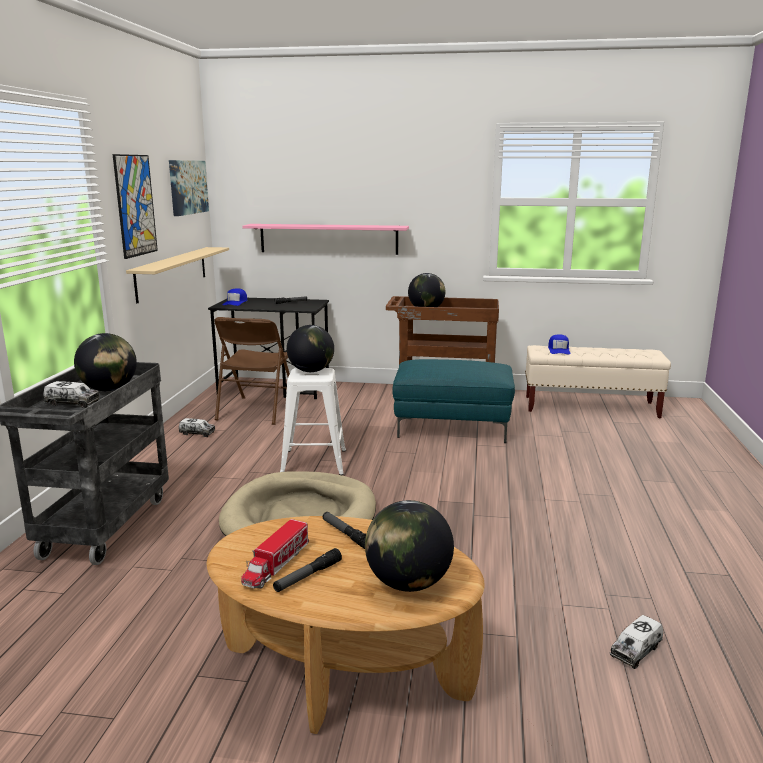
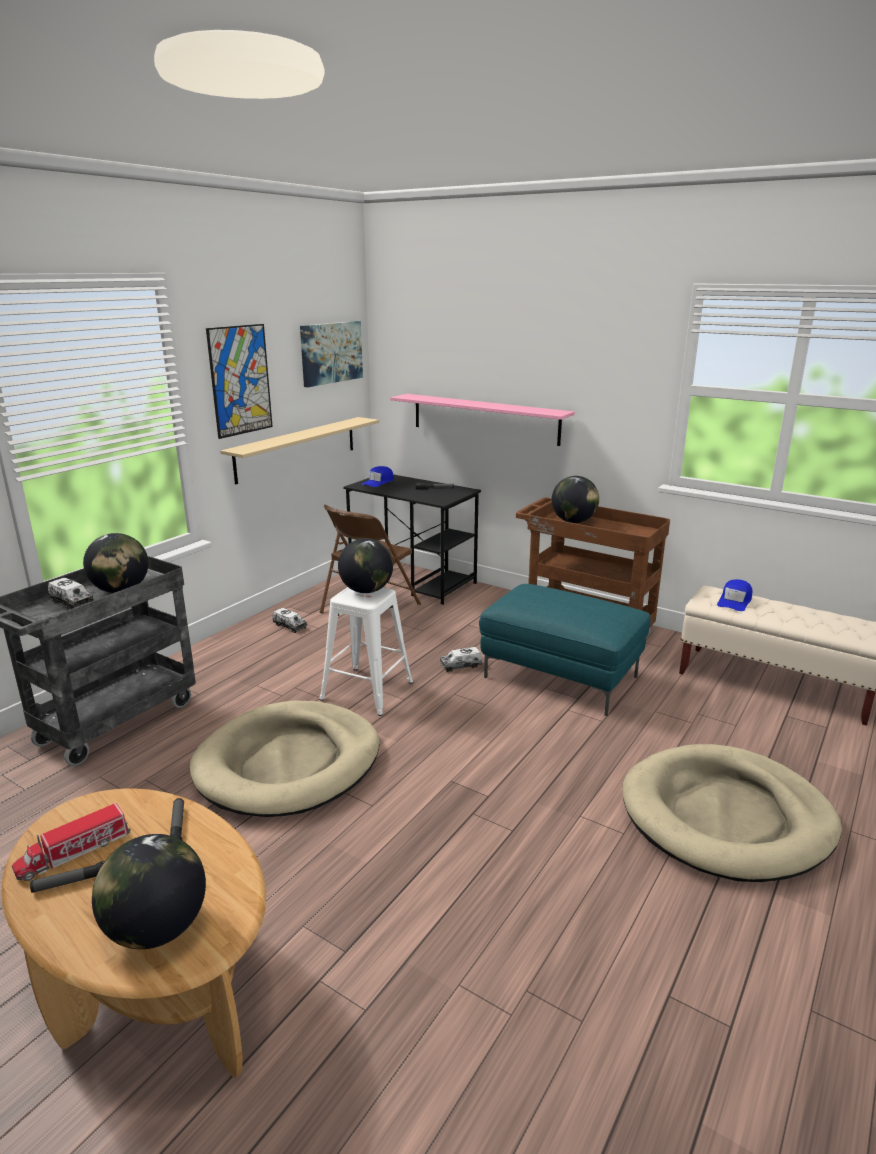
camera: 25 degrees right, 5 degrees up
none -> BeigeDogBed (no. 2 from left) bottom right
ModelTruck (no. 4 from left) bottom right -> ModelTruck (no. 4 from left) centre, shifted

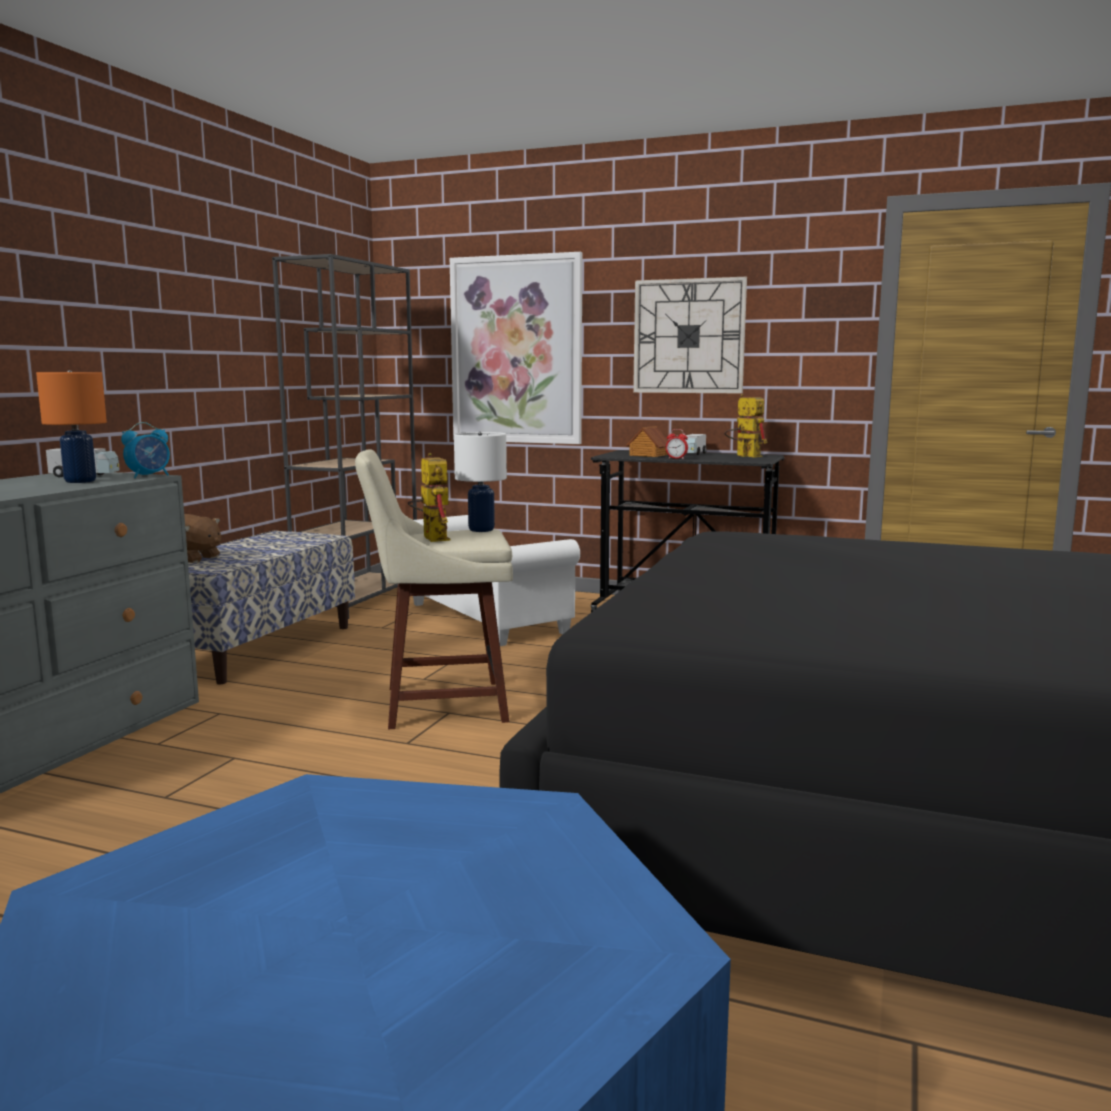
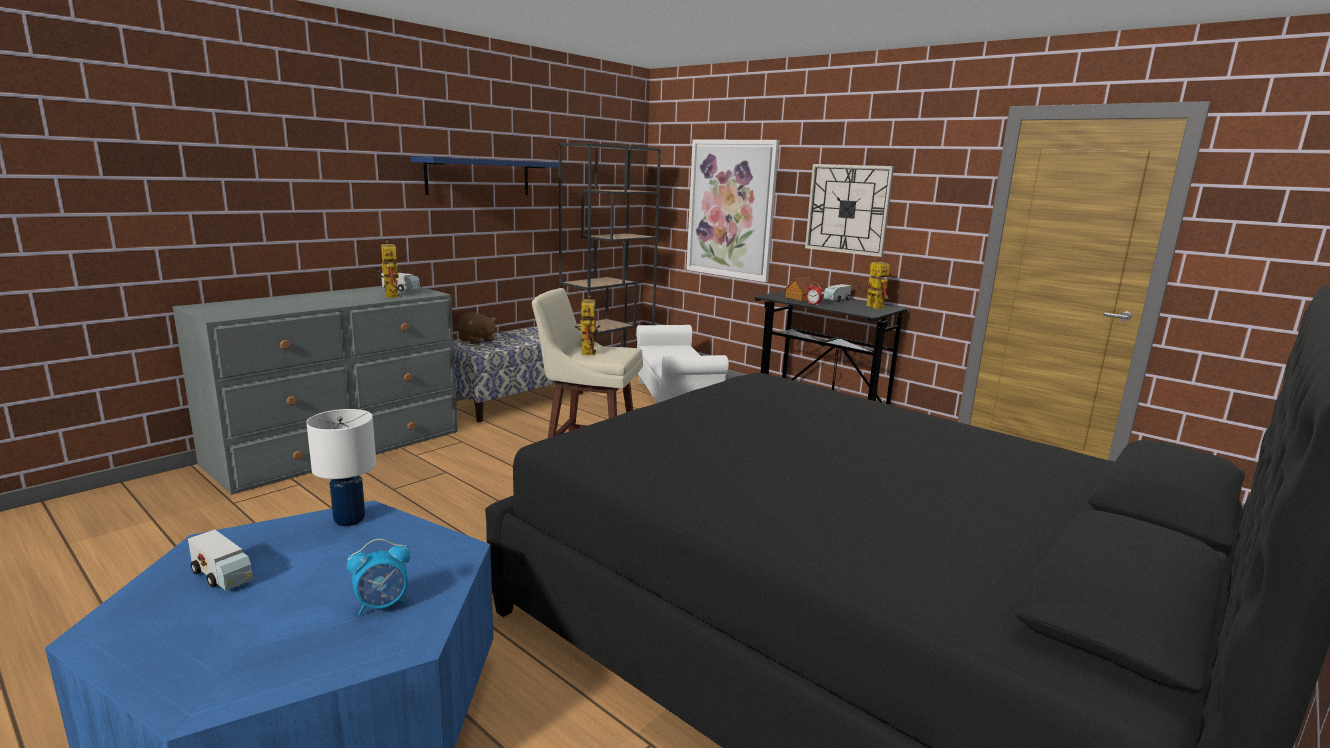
camera: 20 degrees right, 5 degrees up
none -> ModelTruck (no. 1 from left) bottom left
none -> BluishShelf top centre
BedsideClock (no. 1 from left) middle left -> BedsideClock (no. 1 from left) bottom left, shifted
WhiteTableLamp centre -> WhiteTableLamp middle left, shifted
OrangeyTableLamp middle left -> RobotFigure (no. 1 from left) middle left

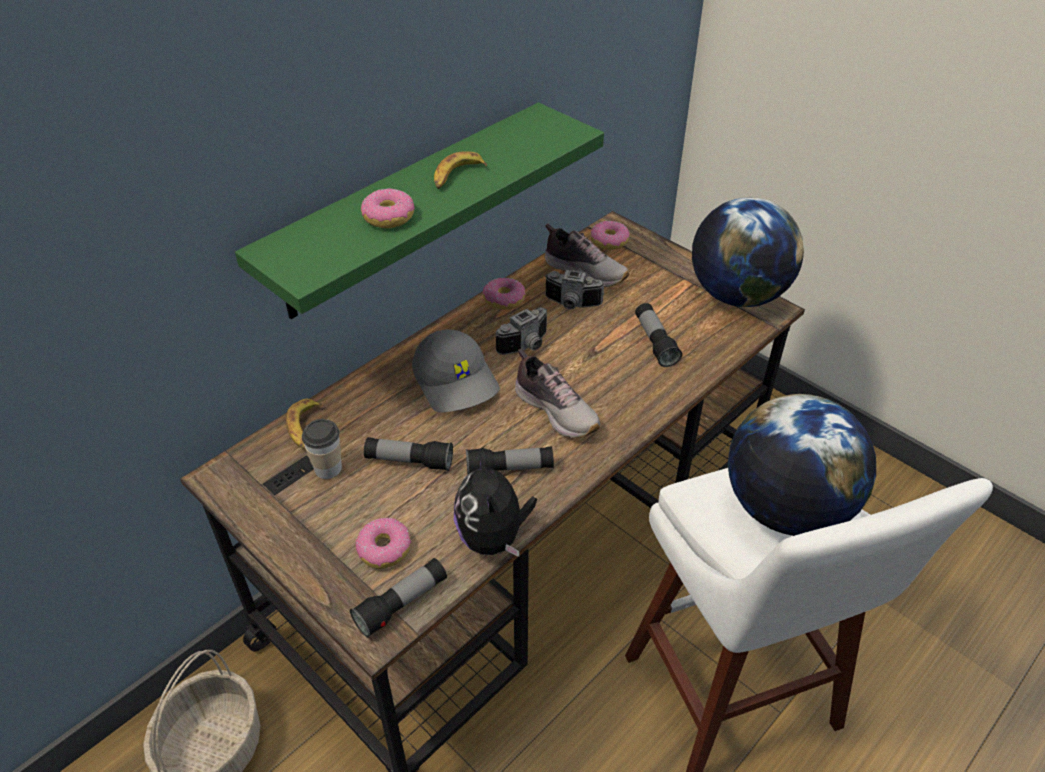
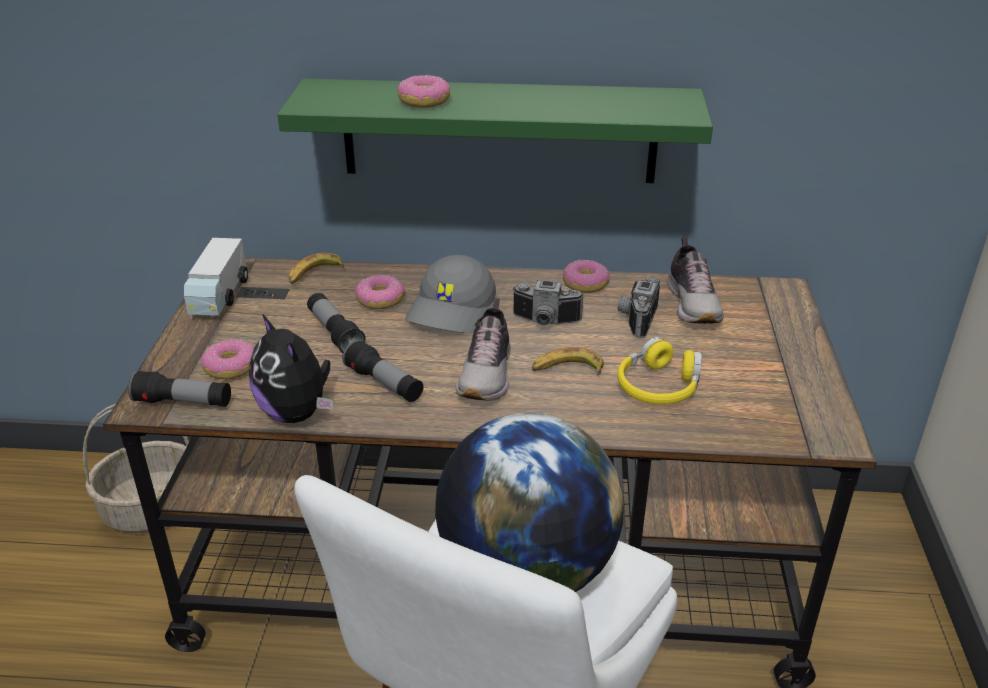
camera: 50 degrees right, 10 degrees down
SmallCup middle left -> none
DeskGlobe (no. 1 from left) top right -> none
none -> ModelTruck middle left
Banana (no. 2 from left) top centre -> Banana (no. 2 from left) centre, shifted
RingDoughnut (no. 4 from left in the first image) top centre -> RingDoughnut (no. 2 from left) centre, shifted
Torch (no. 4 from left) centre -> YellowColouredHeadset middle right
CuddlyToy centre -> CuddlyToy middle left, 75 degrees counterclockwise
StillCamera (no. 2 from left) centre, 45 degrees clockwise

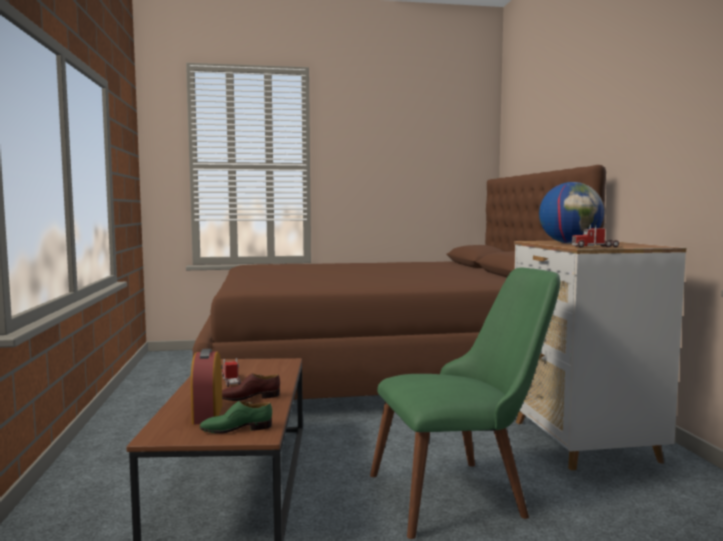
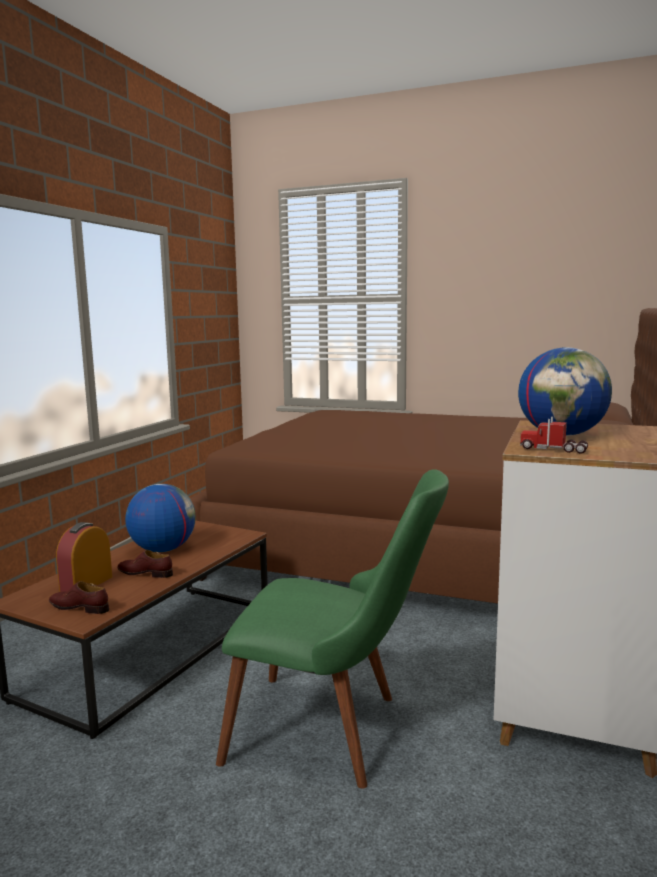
camera: 30 degrees right, 5 degrees up
ModelTruck (no. 1 from left) bottom left -> DeskGlobe (no. 1 from left) middle left
GreenColouredShoe bottom left -> BrownShoe (no. 1 from left) bottom left

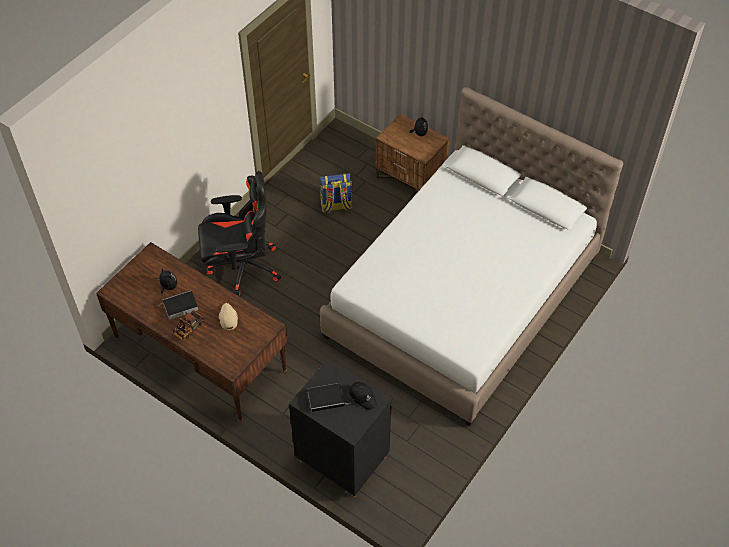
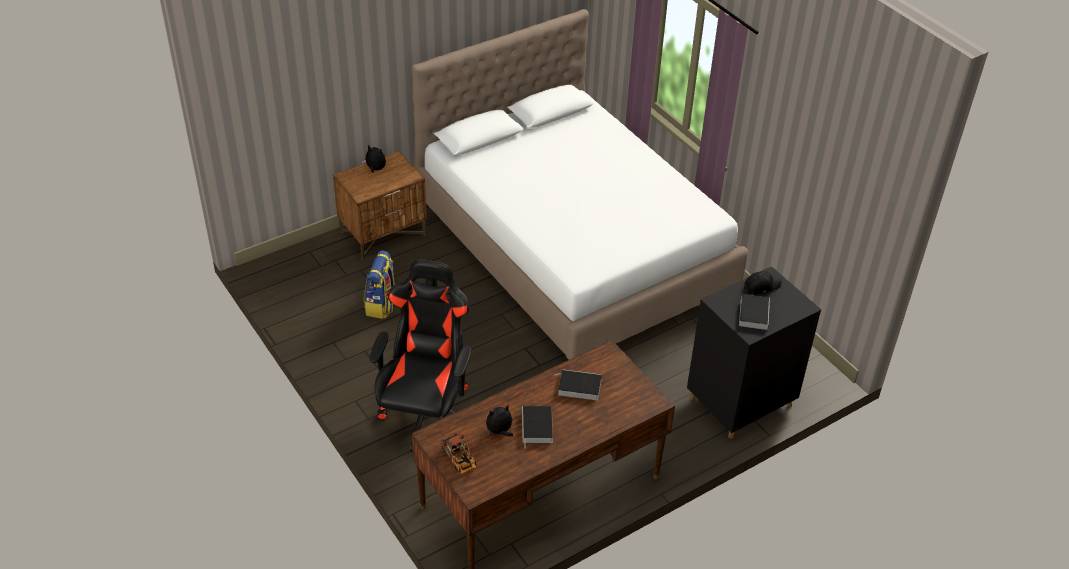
camera: 70 degrees left, 10 degrees down
ModelTruck middle left -> ModelTruck bottom centre, shifted
BeigeBaseballCap middle left -> BoundBook (no. 2 from left) bottom centre

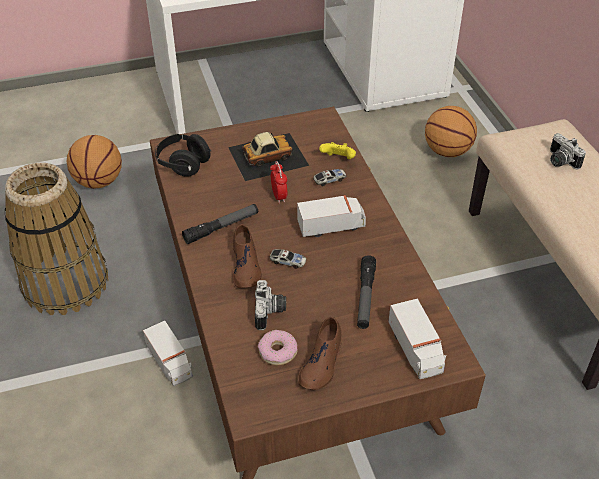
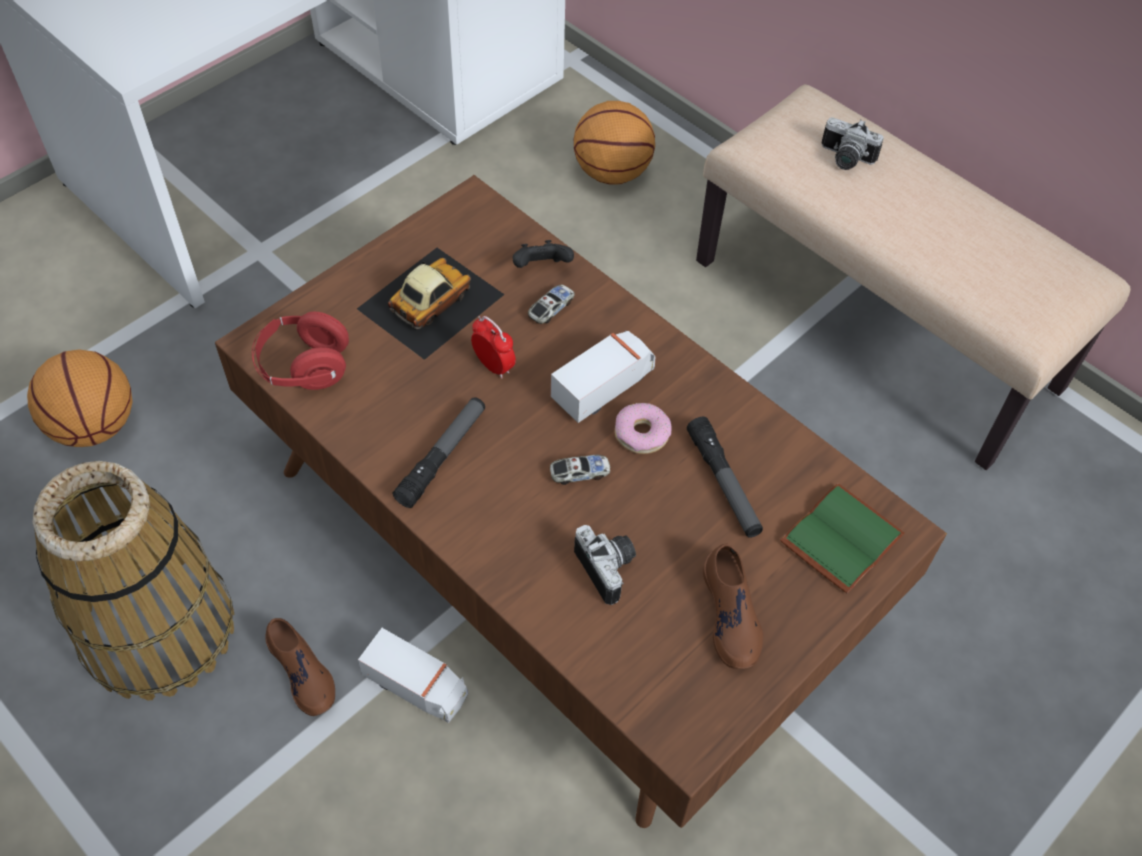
camera: 30 degrees left, 10 degrees up
BrownShoe (no. 1 from left) centre -> BrownShoe (no. 1 from left) bottom left, shifted
RingDoughnut bottom centre -> RingDoughnut centre, shifted
ModelTruck (no. 3 from left) bottom right -> GreenColouredBoundBook middle right
BlackHeadset top left -> RedHeadset middle left
YellowColouredGameController top centre -> BlackGameController top centre

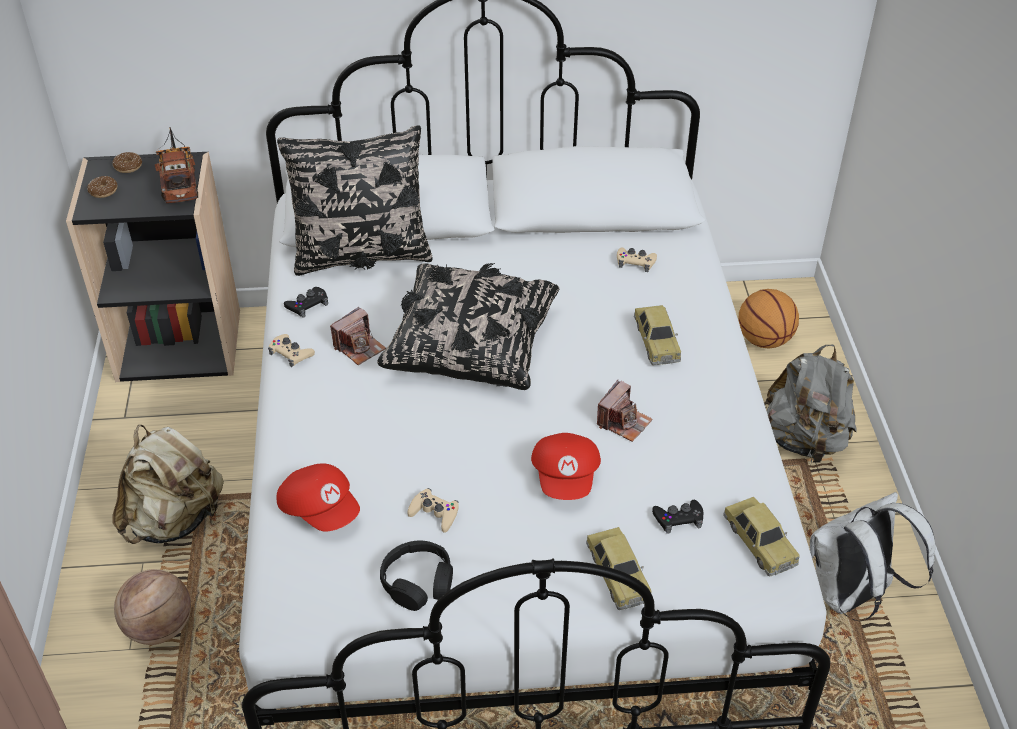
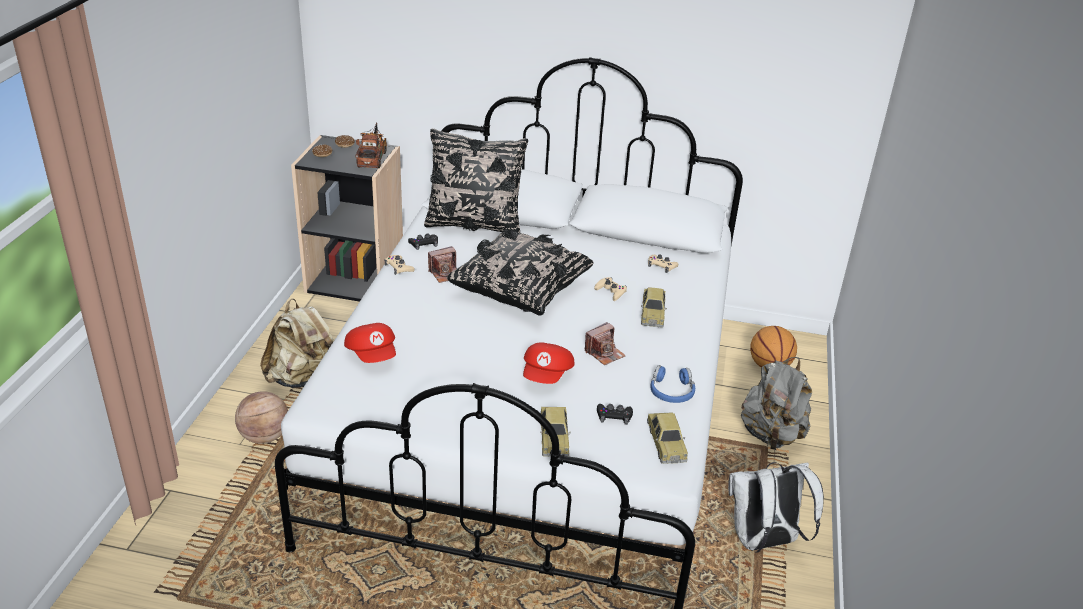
camera: 15 degrees right, 10 degrees down
BlackHeadset bottom centre -> none
none -> BluishHeadset centre
BeigeGameController (no. 2 from left) bottom centre -> BeigeGameController (no. 2 from left) centre, shifted

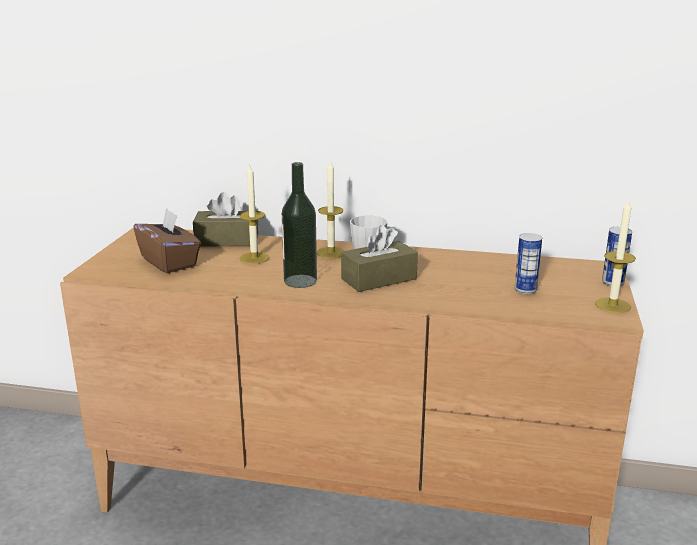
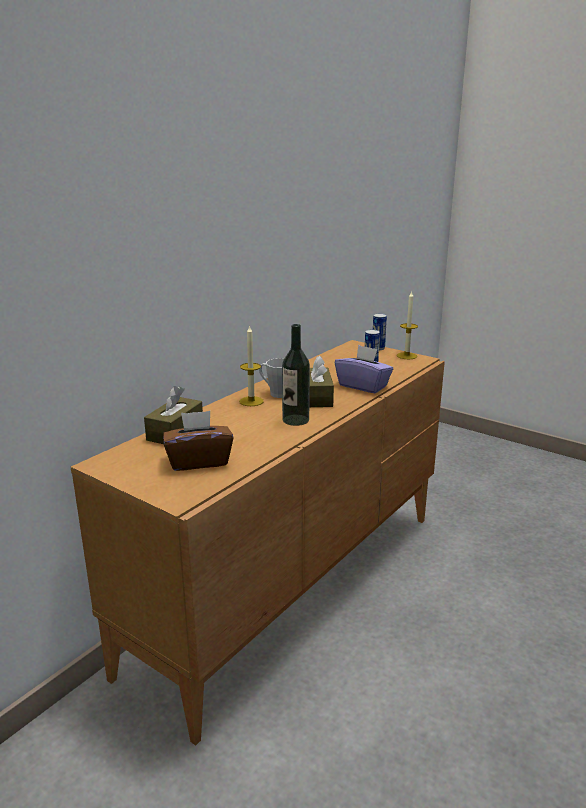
camera: 65 degrees left, 0 degrees up
Candle (no. 1 from left) centre -> none
none -> PurpleColouredBoxOfTissues centre

